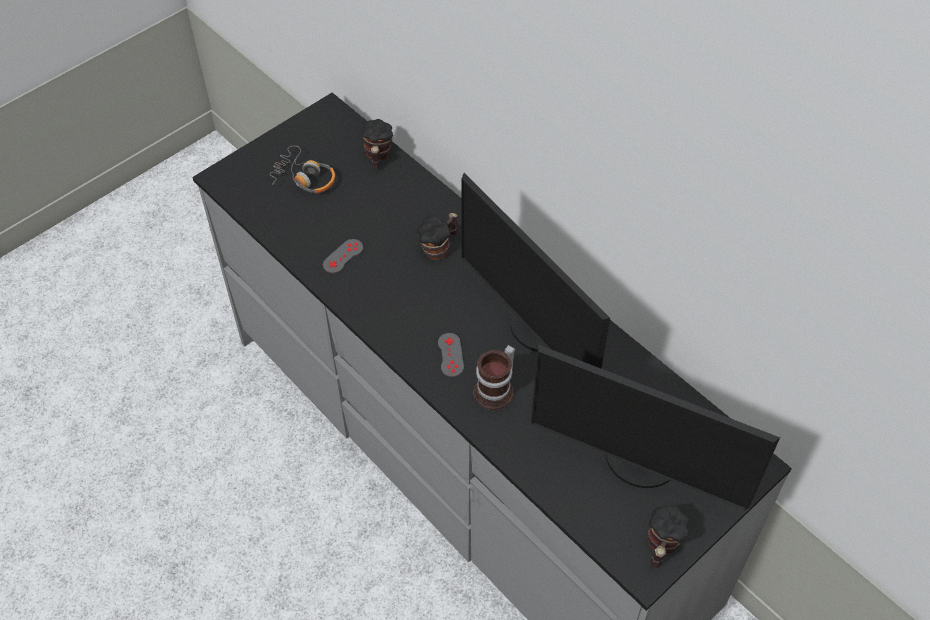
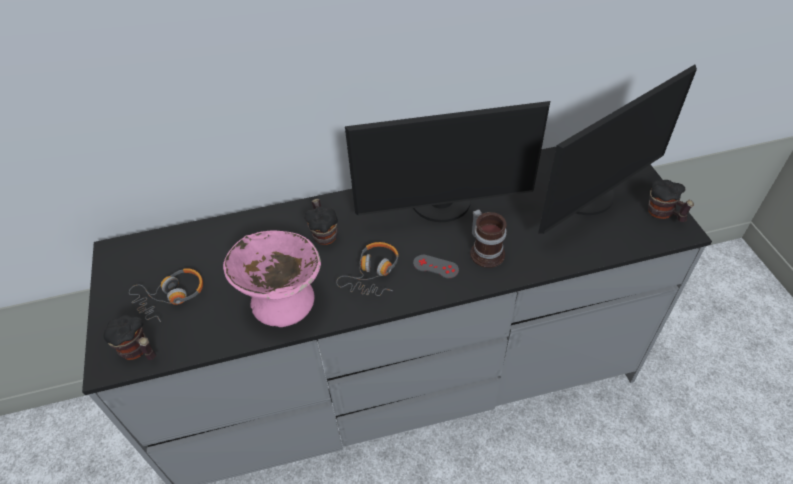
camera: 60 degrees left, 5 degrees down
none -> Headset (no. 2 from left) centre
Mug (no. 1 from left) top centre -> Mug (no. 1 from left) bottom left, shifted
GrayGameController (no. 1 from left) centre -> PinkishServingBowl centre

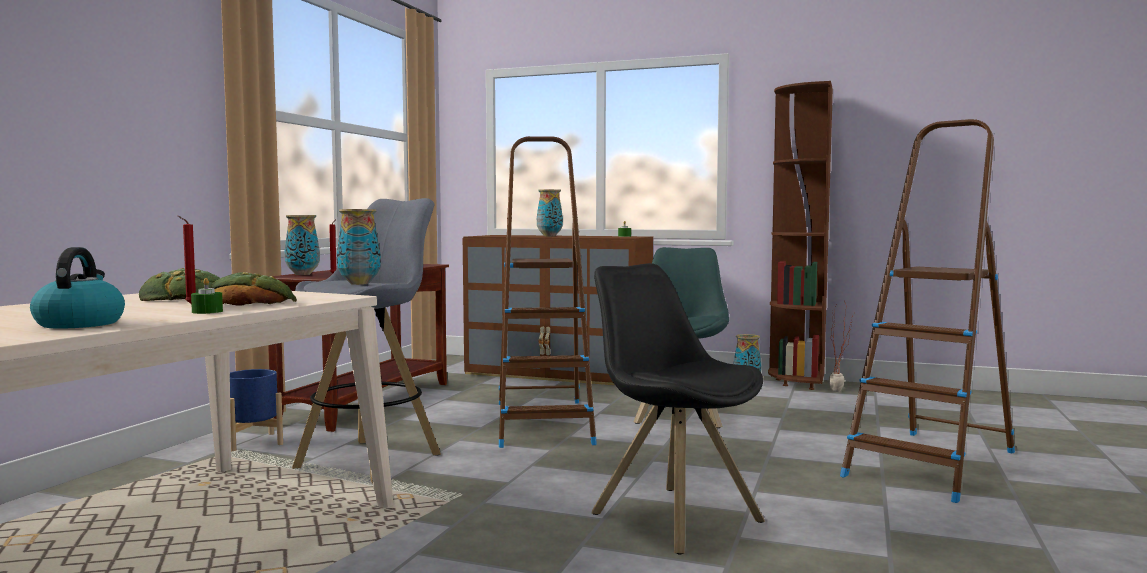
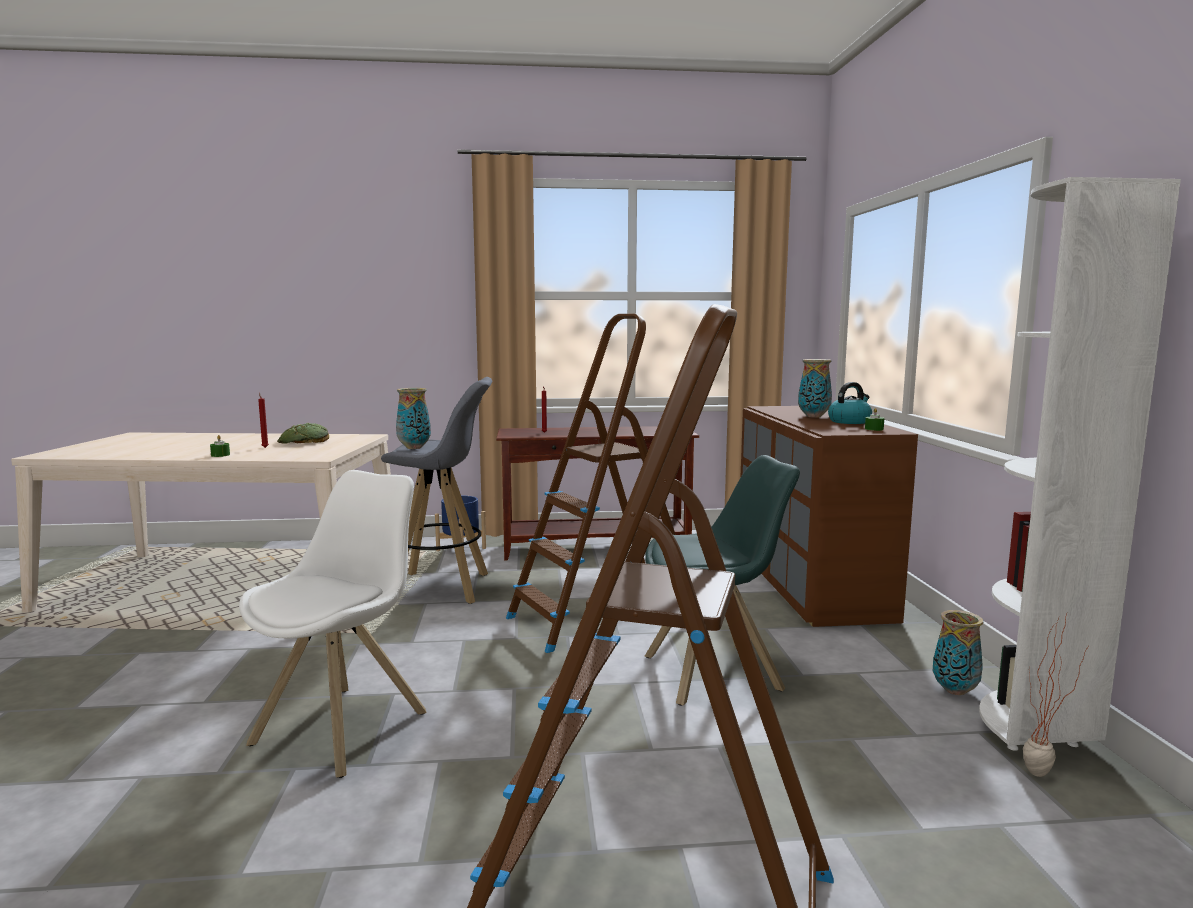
camera: 65 degrees right, 5 degrees up
Bread (no. 2 from left) middle left -> none
DecorativeVase (no. 1 from left) middle left -> none
Kettle middle left -> Kettle middle right, shifted
BlackUprightChair bottom centre -> WhiteUprightChair bottom left
BrownBookshelf middle right -> WhiteBookshelf middle right

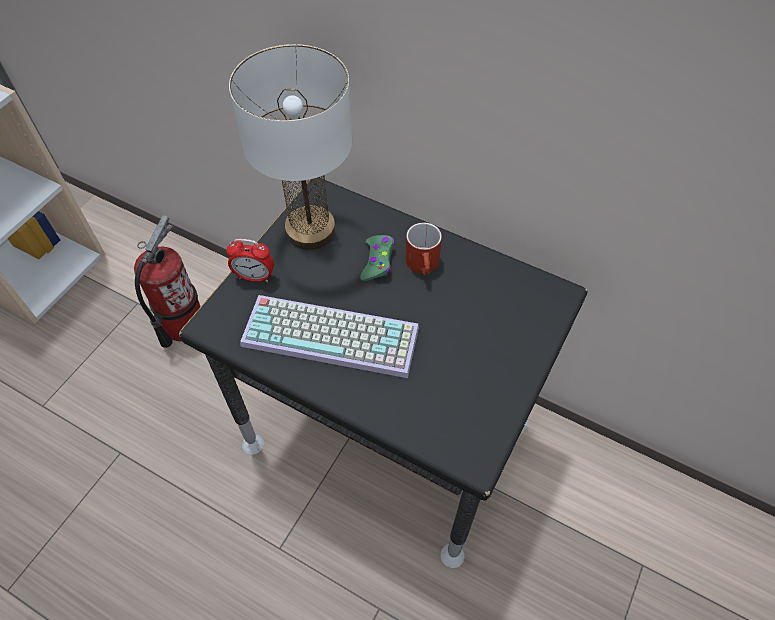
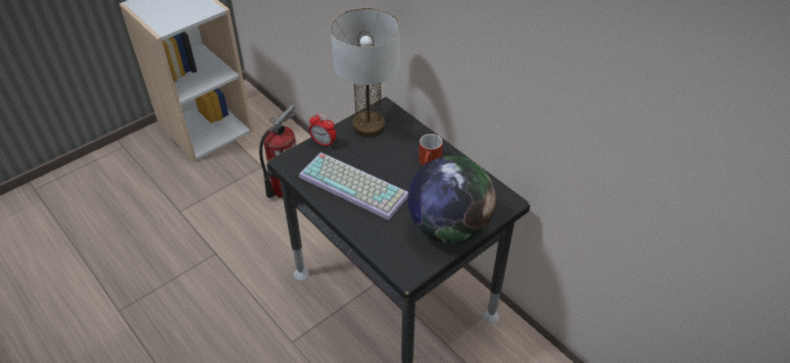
camera: 20 degrees right, 10 degrees down
GreenColouredGameController centre -> none
none -> DeskGlobe centre

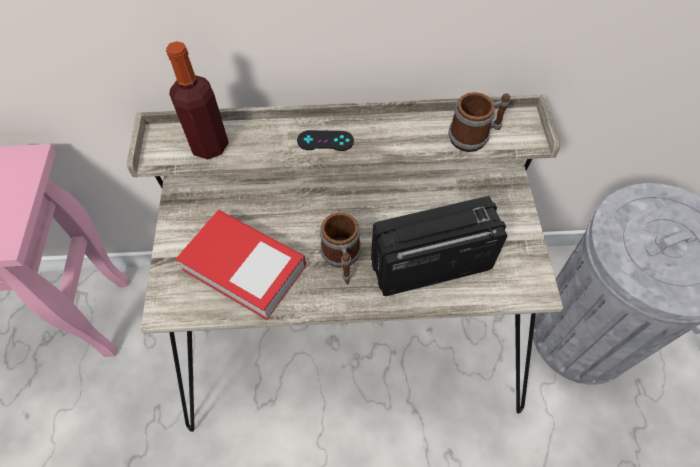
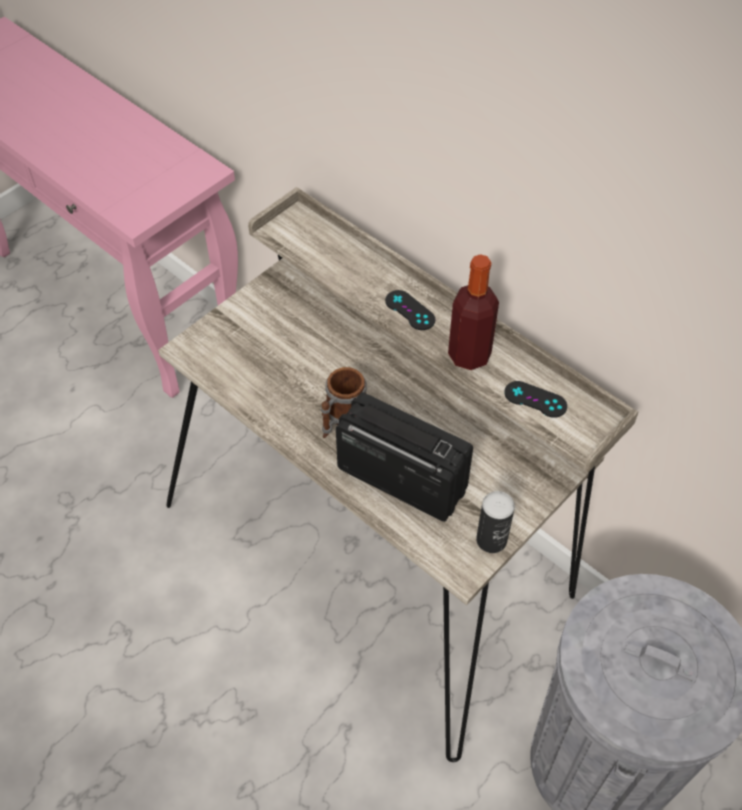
camera: 45 degrees right, 5 degrees down
BoundBook centre -> none
none -> SealedCan middle right
Bottle top left -> Bottle centre, shifted
Mug (no. 2 from left) top right -> BlackGameController (no. 2 from left) middle right

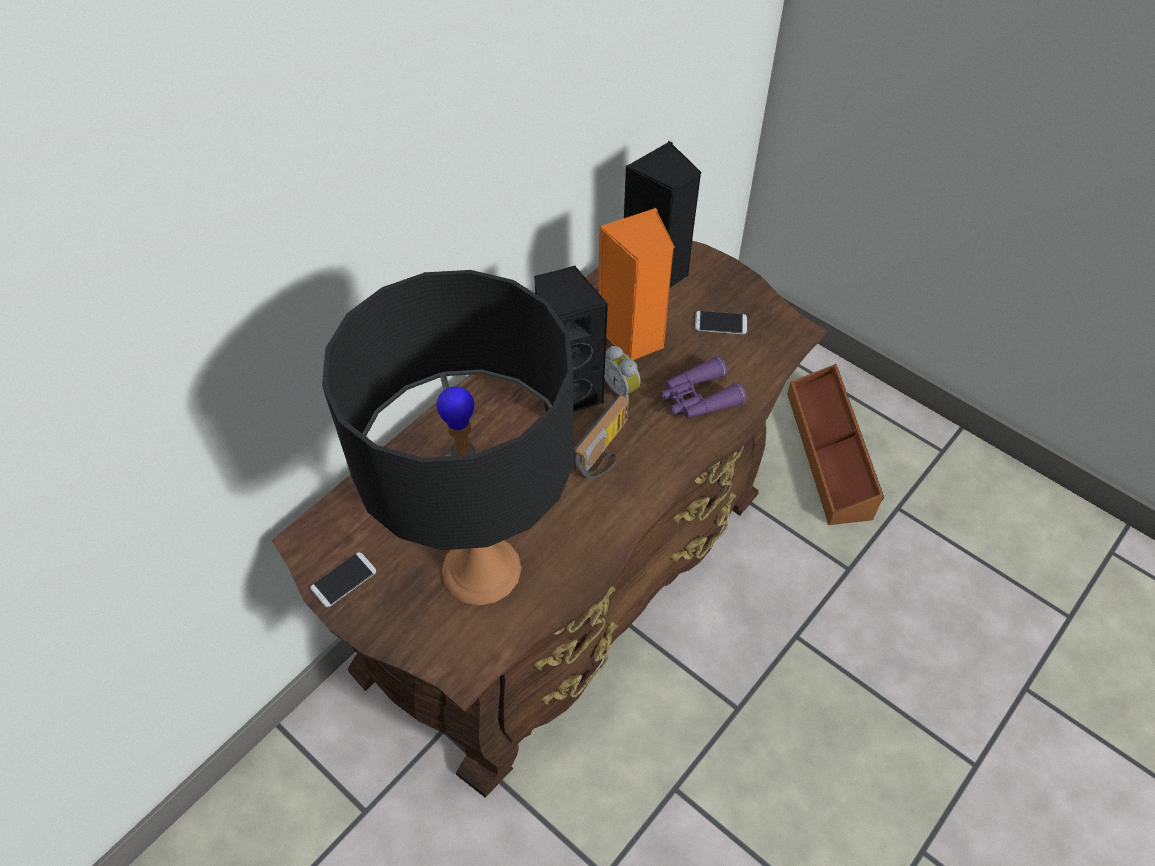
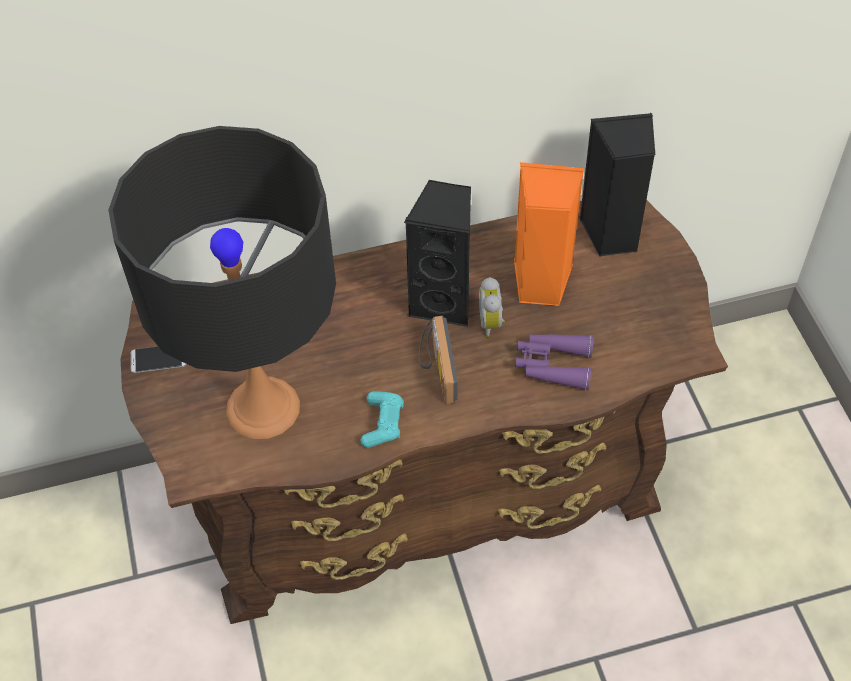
camera: 35 degrees right, 0 degrees up
Telephone (no. 2 from left) centre -> none
BrownStorageContainer middle right -> none
none -> BlueGreenGameController centre
Radio centre, 105 degrees clockwise

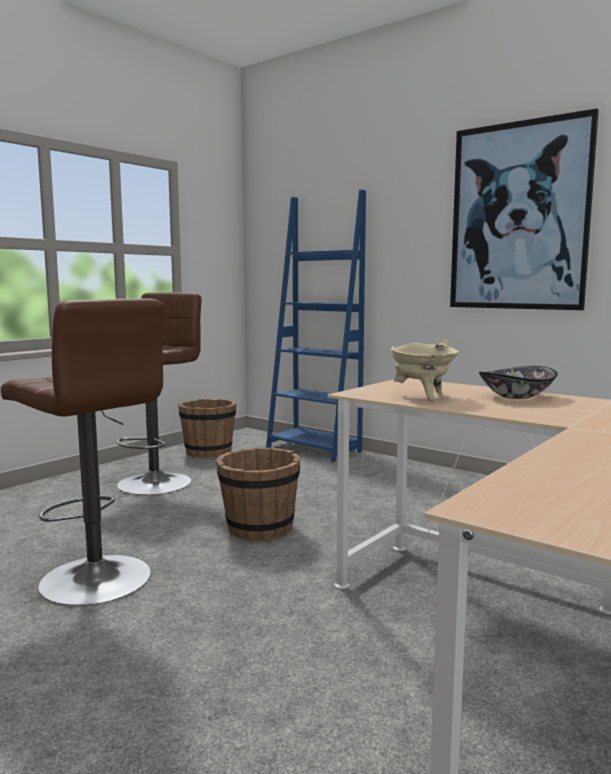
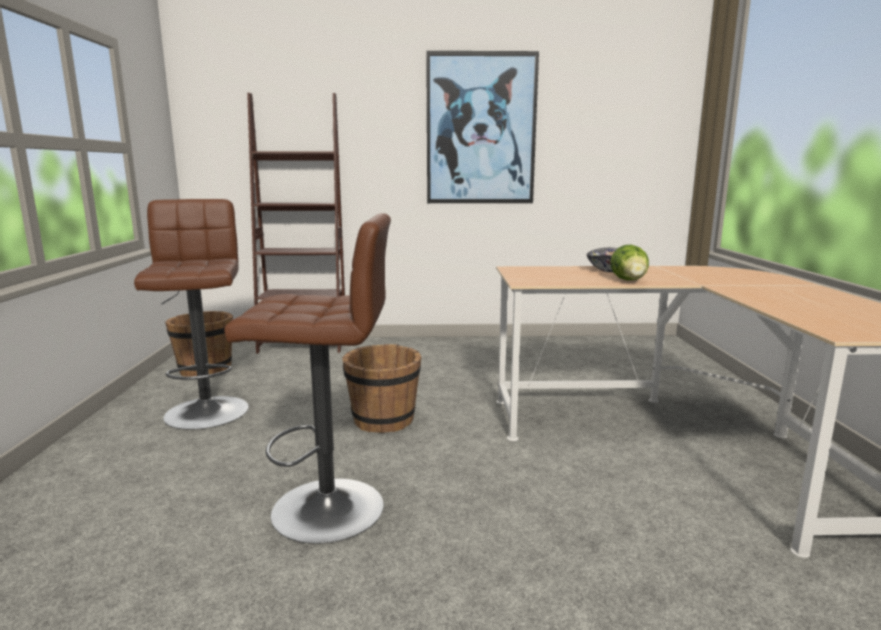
camera: 40 degrees left, 5 degrees up
BeigeStockpot middle right -> none
none -> Lettuce middle right
BluishBookshelf centre -> BrownBookshelf centre

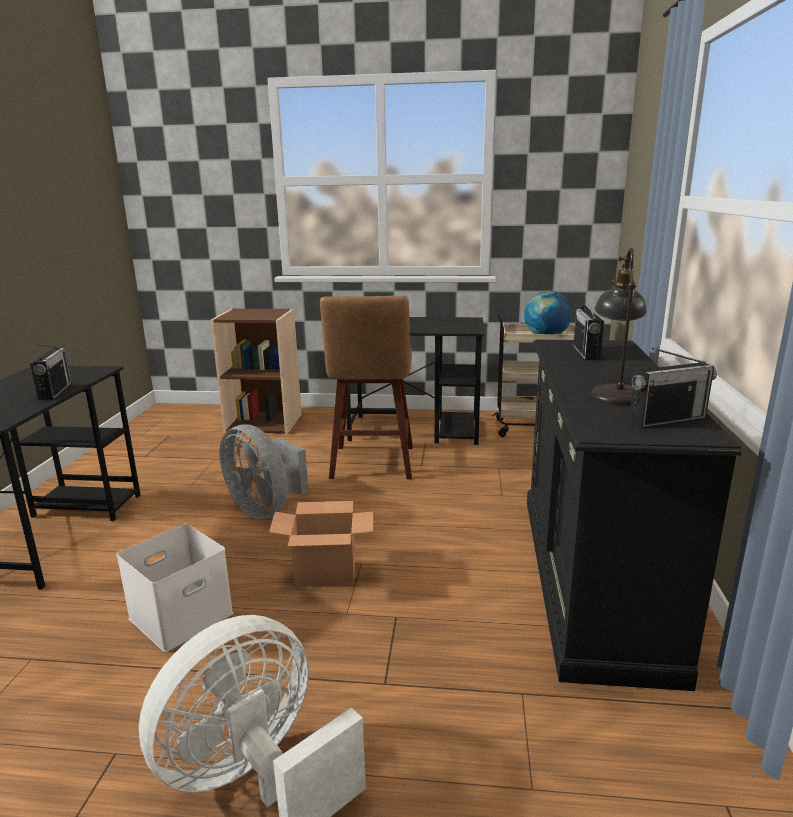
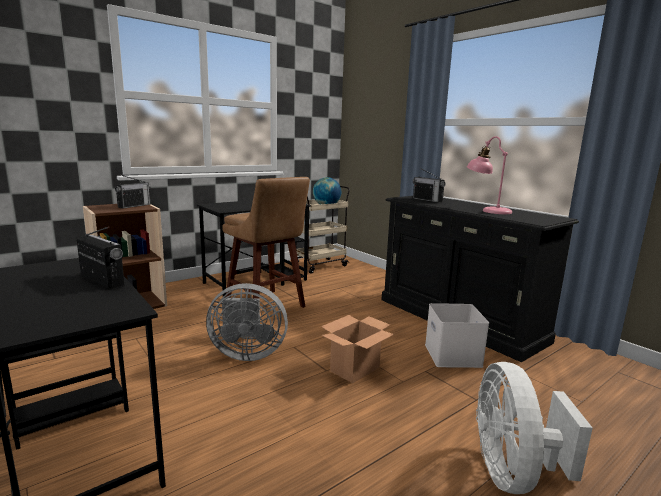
camera: 45 degrees left, 5 degrees down
WhiteStorageContainer bottom left -> WhiteStorageContainer bottom right, shifted
Radio (no. 3 from left in the first image) middle right -> Radio (no. 2 from left) middle left, shifted
GrayTableLamp middle right -> PinkishTableLamp middle right

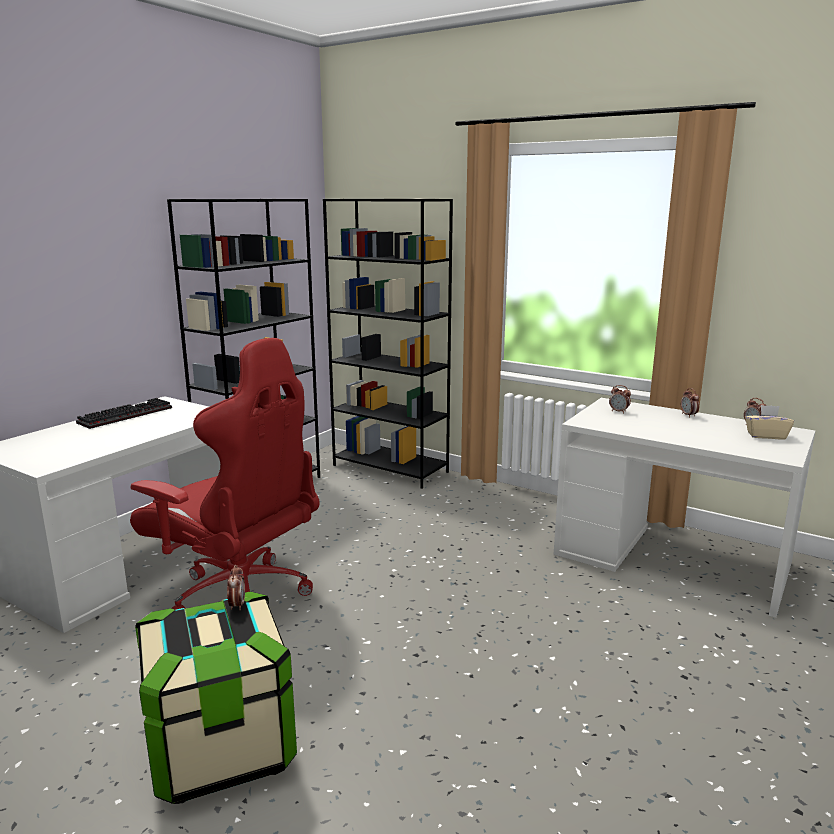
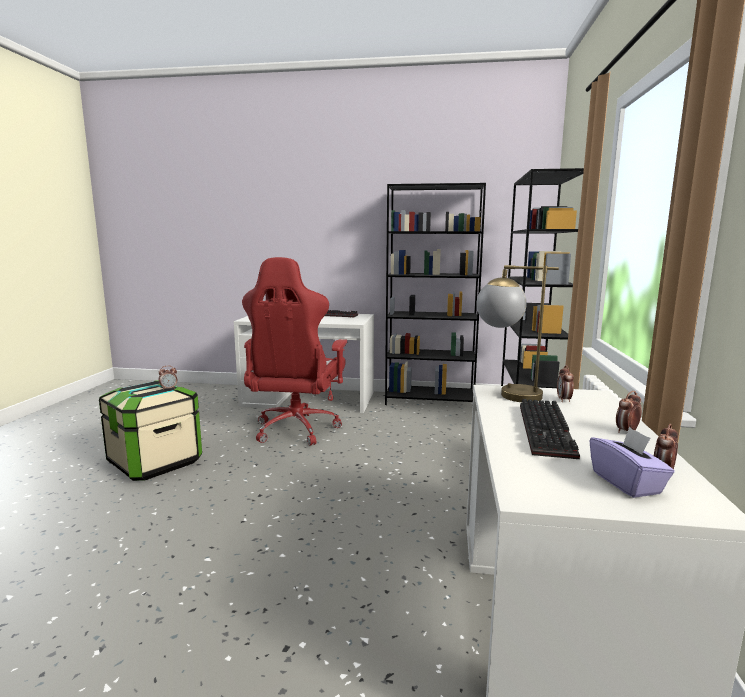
camera: 65 degrees right, 5 degrees down
none -> TableLamp middle right
none -> Keyboard (no. 2 from left) middle right
BeigeBoxOfTissues middle right -> PurpleColouredBoxOfTissues middle right

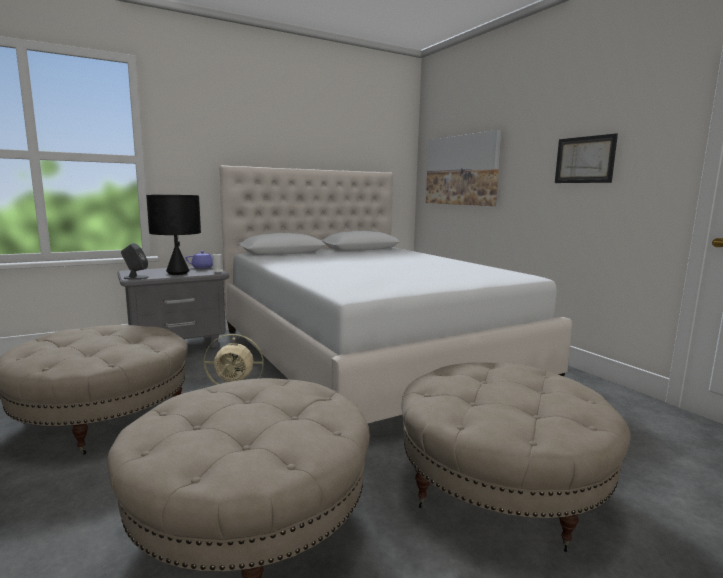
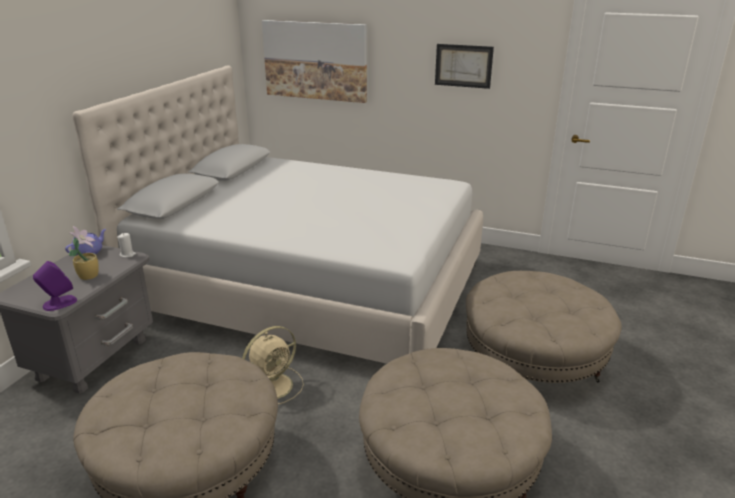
camera: 40 degrees left, 15 degrees up
BlackTableLamp middle left -> PlantInAPot middle left
GrayLoudspeaker middle left -> PurpleColouredLoudspeaker middle left

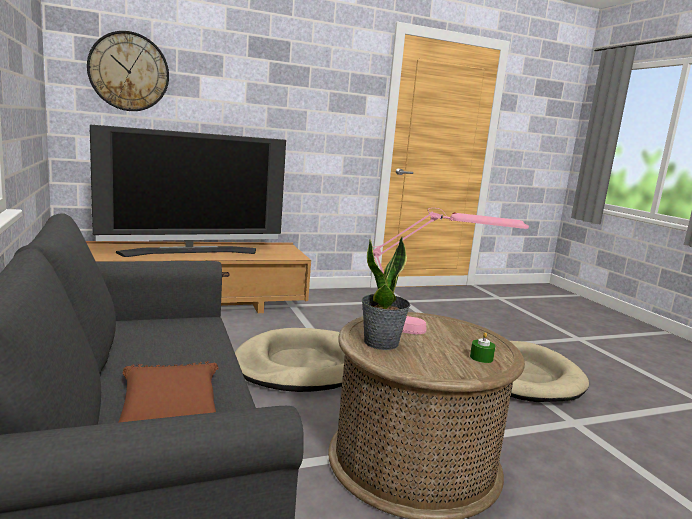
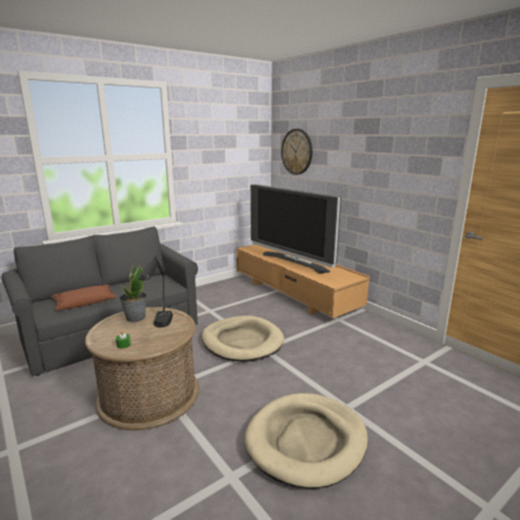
camera: 75 degrees right, 5 degrees up
PinkishTableLamp centre -> BlackTableLamp middle left

